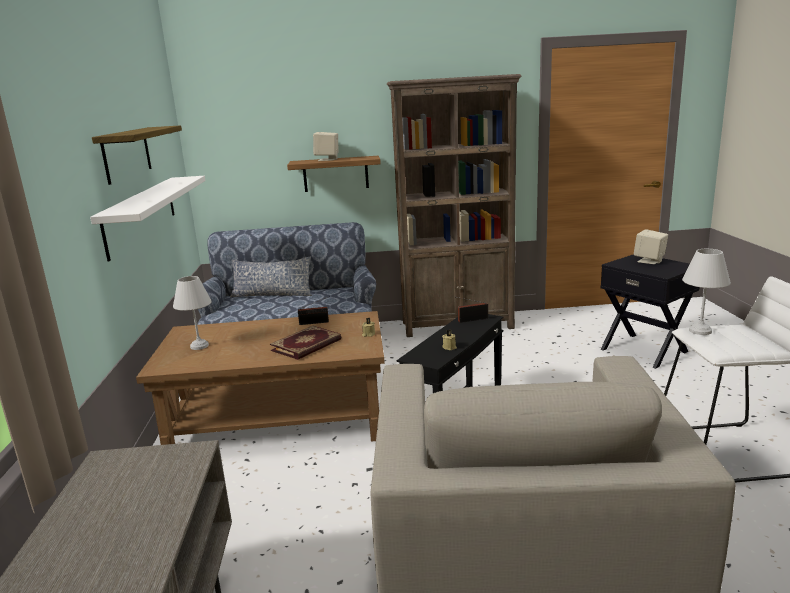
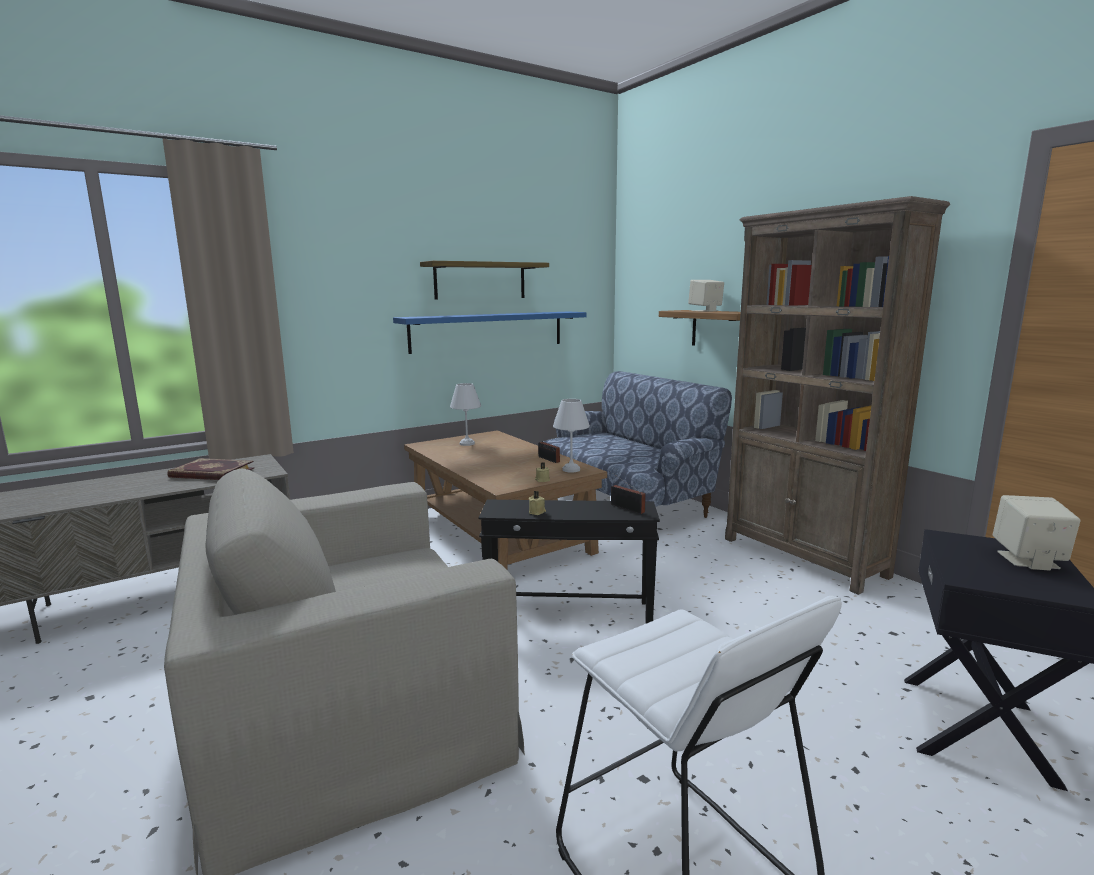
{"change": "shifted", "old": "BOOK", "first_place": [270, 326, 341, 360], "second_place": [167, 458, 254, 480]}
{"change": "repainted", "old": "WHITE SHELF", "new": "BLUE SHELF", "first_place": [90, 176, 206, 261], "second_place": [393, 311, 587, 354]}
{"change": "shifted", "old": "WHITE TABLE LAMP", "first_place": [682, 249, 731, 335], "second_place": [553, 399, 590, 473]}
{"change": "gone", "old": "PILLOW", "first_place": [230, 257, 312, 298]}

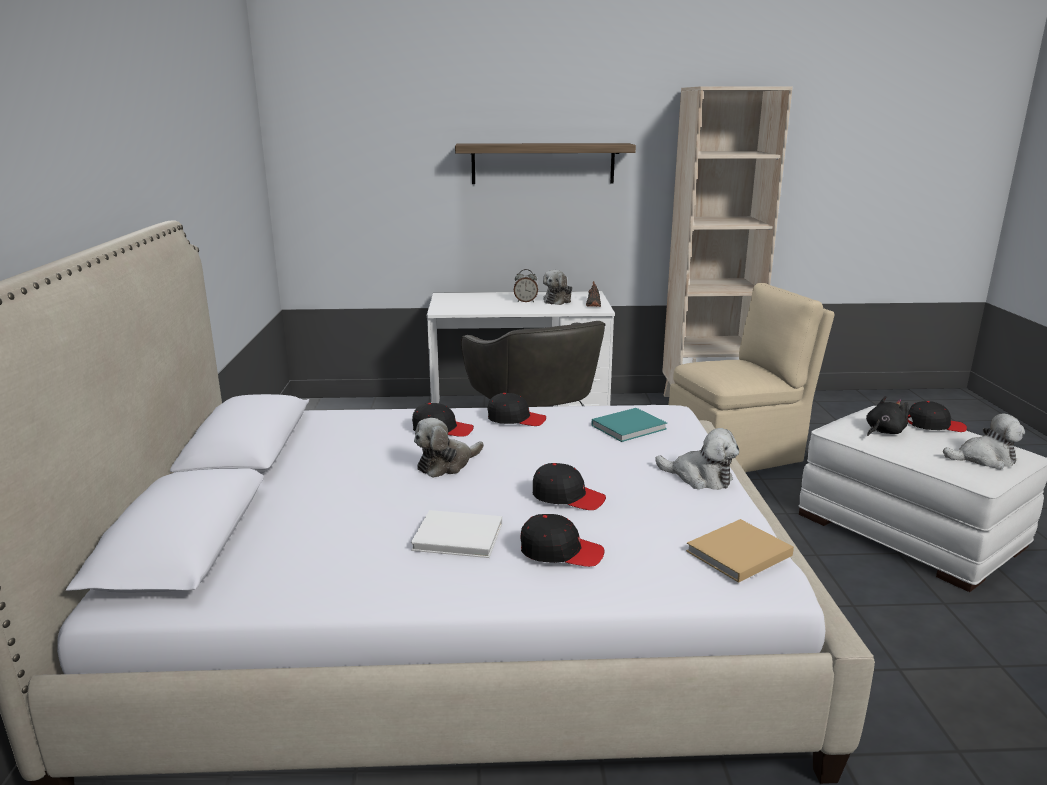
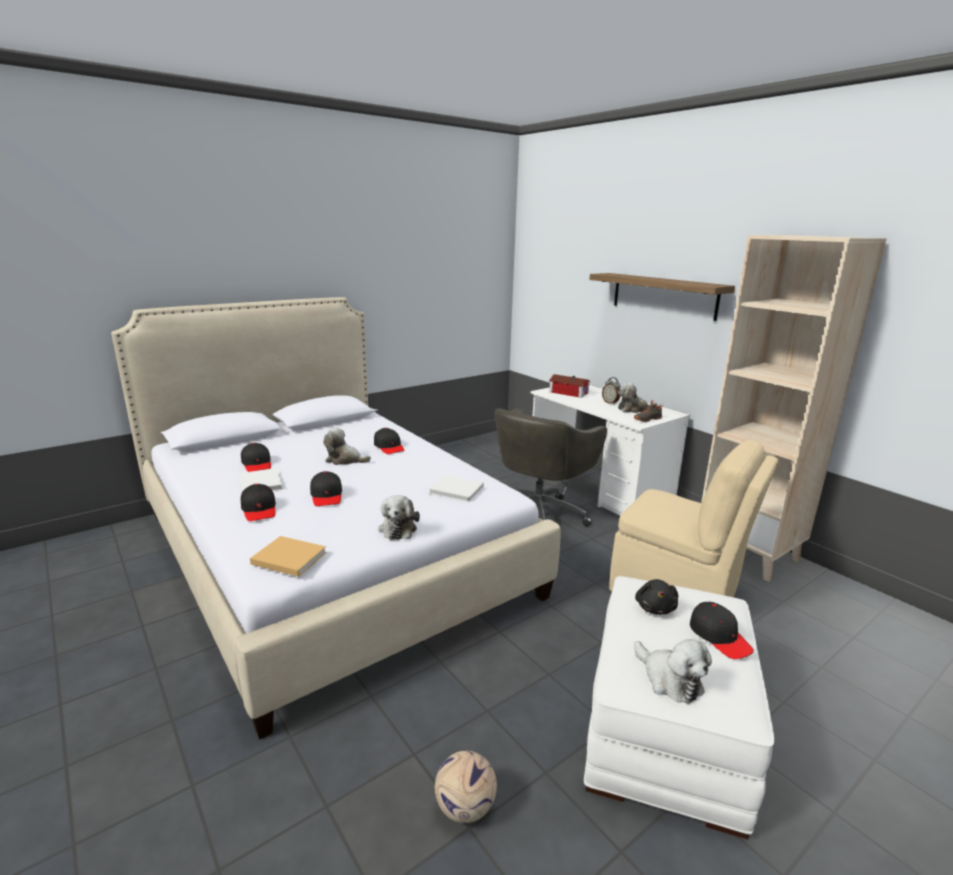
{"change": "shifted", "old": "BLACK CAP", "first_place": [488, 393, 546, 426], "second_place": [241, 443, 271, 472]}
{"change": "repainted", "old": "TURQUOISE BOOK", "new": "WHITE BOOK", "first_place": [591, 408, 667, 442], "second_place": [429, 475, 484, 502]}
{"change": "new", "new": "FOOTBALL", "second_place": [435, 751, 497, 823]}
{"change": "new", "new": "TOY HOUSE", "second_place": [549, 374, 591, 398]}
{"change": "rotated", "old": "BLACK PLUSH TOY", "first_place": [866, 396, 909, 436], "second_place": [635, 579, 678, 615], "degrees": 75}

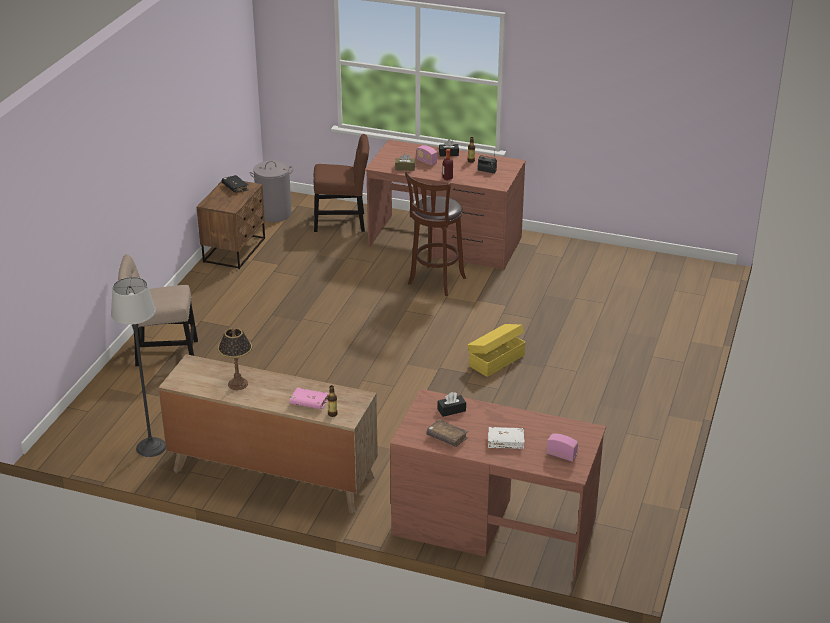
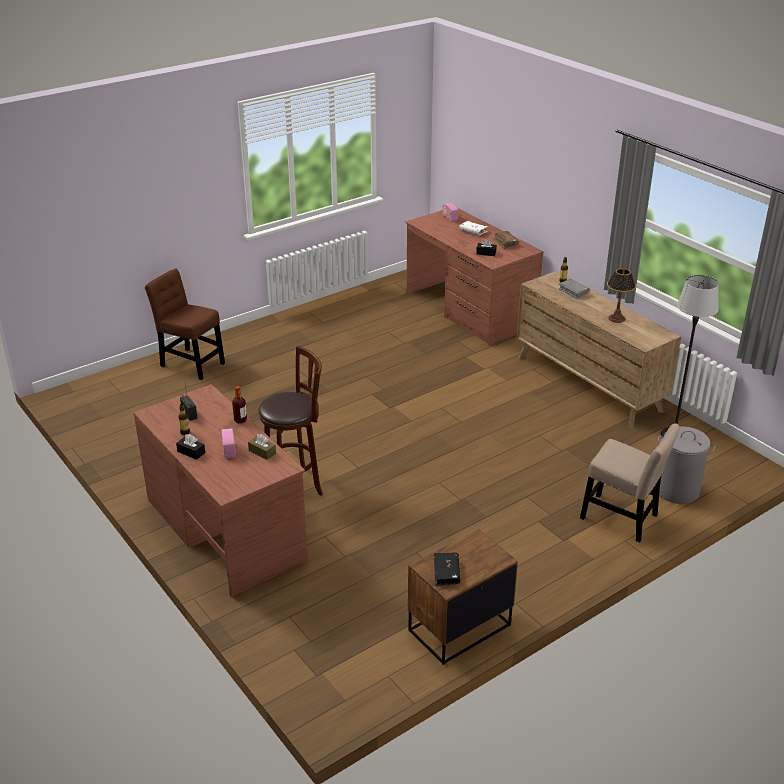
{"change": "shifted", "old": "BROWN CHAIR", "first_place": [313, 134, 369, 232], "second_place": [145, 268, 225, 380]}
{"change": "repainted", "old": "PINK BOOK", "new": "GREY BOOK", "first_place": [290, 387, 329, 409], "second_place": [558, 279, 590, 299]}
{"change": "shifted", "old": "GREY LAUNDRY BASKET", "first_place": [250, 160, 293, 222], "second_place": [658, 426, 715, 504]}
{"change": "gone", "old": "YELLOW STORAGE BOX", "first_place": [467, 324, 525, 377]}

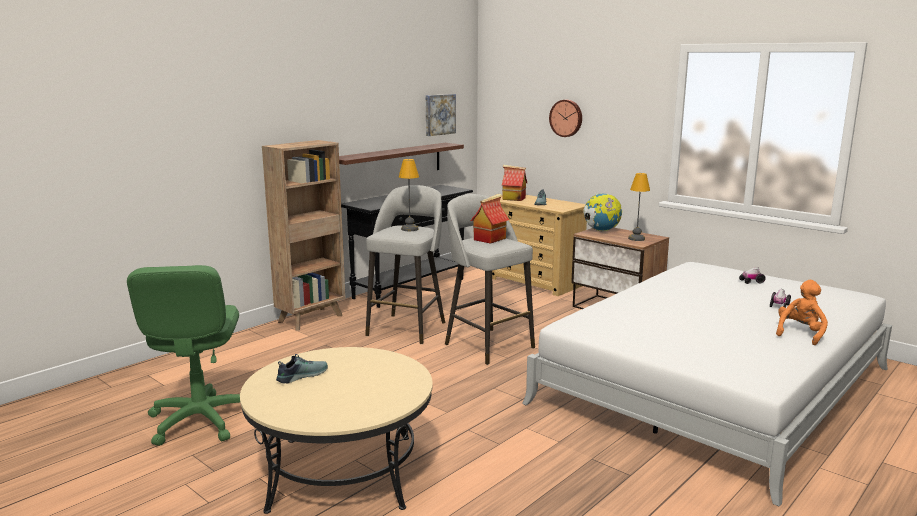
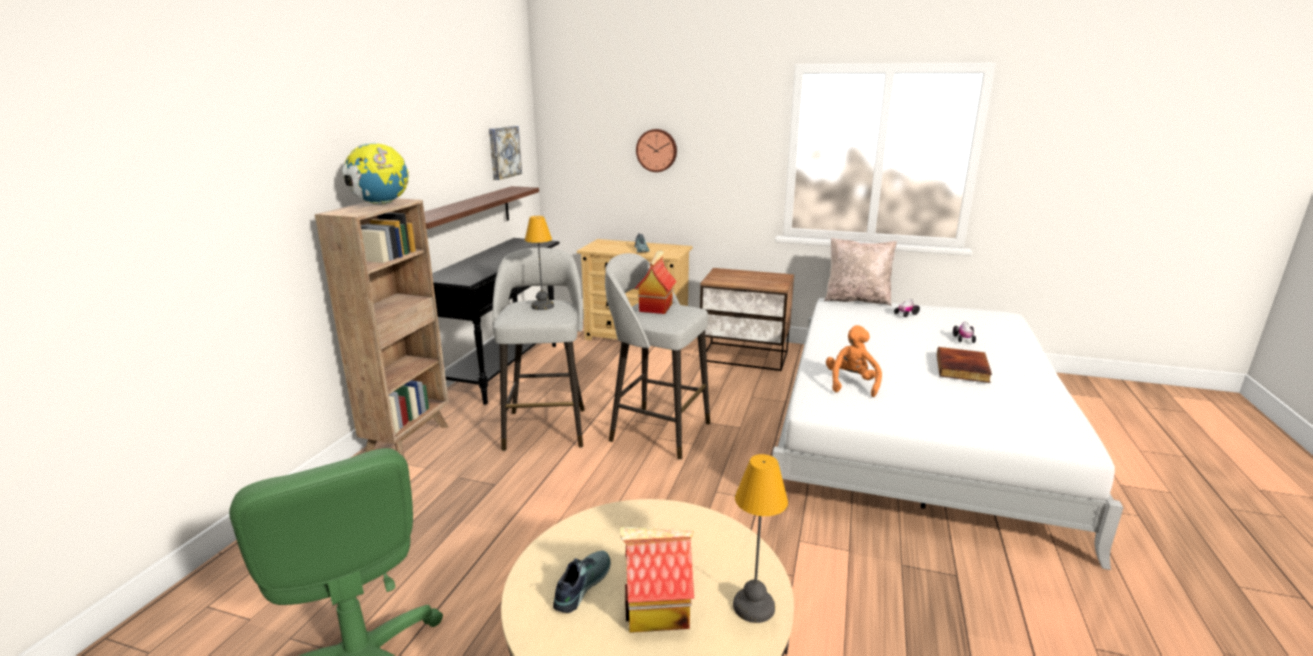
{"change": "shifted", "old": "GLOBE", "first_place": [583, 194, 622, 232], "second_place": [342, 143, 409, 205]}
{"change": "shifted", "old": "TOY HOUSE", "first_place": [502, 165, 527, 201], "second_place": [619, 527, 694, 633]}
{"change": "shifted", "old": "TABLE LAMP", "first_place": [628, 173, 650, 241], "second_place": [733, 454, 788, 623]}
{"change": "new", "new": "BEIGE PILLOW", "second_place": [824, 238, 897, 306]}
{"change": "shifted", "old": "ORANGE PLUSH TOY", "first_place": [776, 280, 828, 345], "second_place": [826, 325, 882, 397]}
{"change": "new", "new": "BOOK", "second_place": [937, 347, 992, 383]}

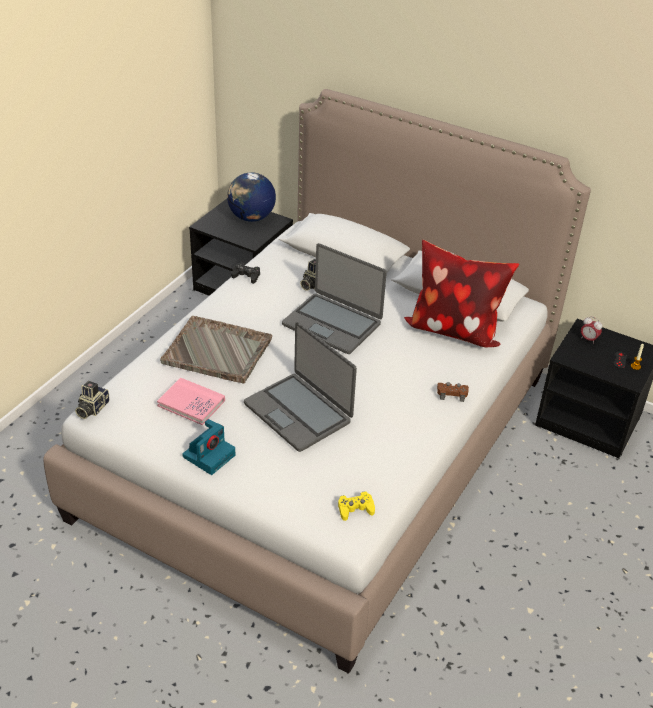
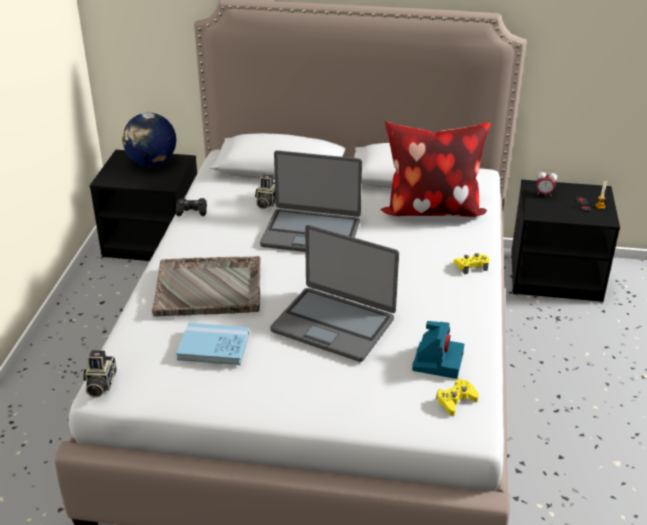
{"change": "repainted", "old": "PINK BOOK", "new": "BLUE BOOK", "first_place": [157, 378, 225, 425], "second_place": [176, 323, 249, 365]}
{"change": "shifted", "old": "PHOTO CAMERA", "first_place": [182, 419, 235, 475], "second_place": [412, 321, 465, 379]}
{"change": "repainted", "old": "BROWN GAME CONTROLLER", "new": "YELLOW GAME CONTROLLER", "first_place": [437, 382, 469, 402], "second_place": [453, 253, 489, 274]}

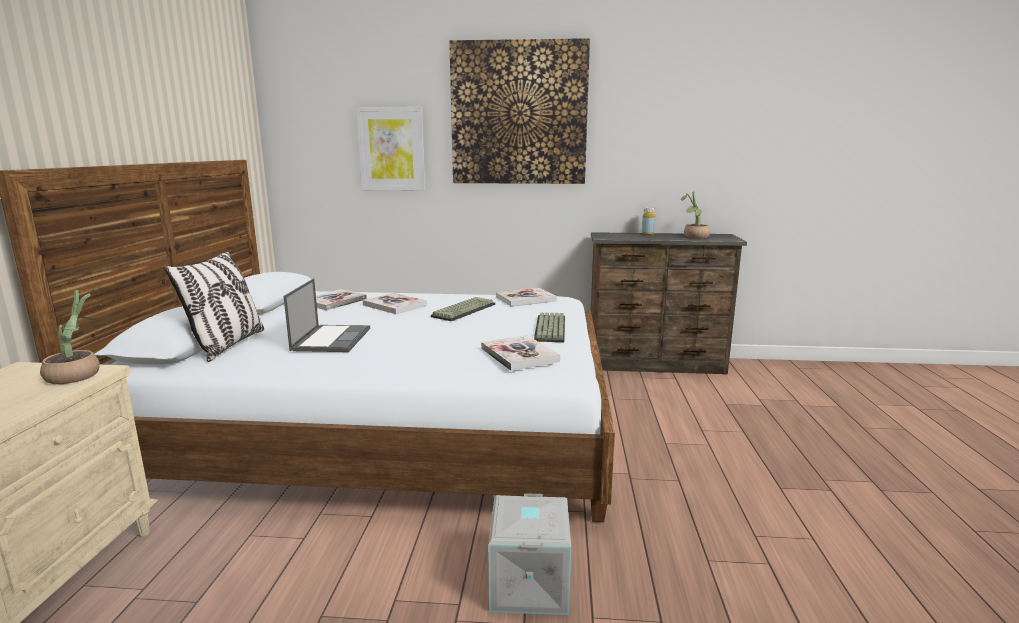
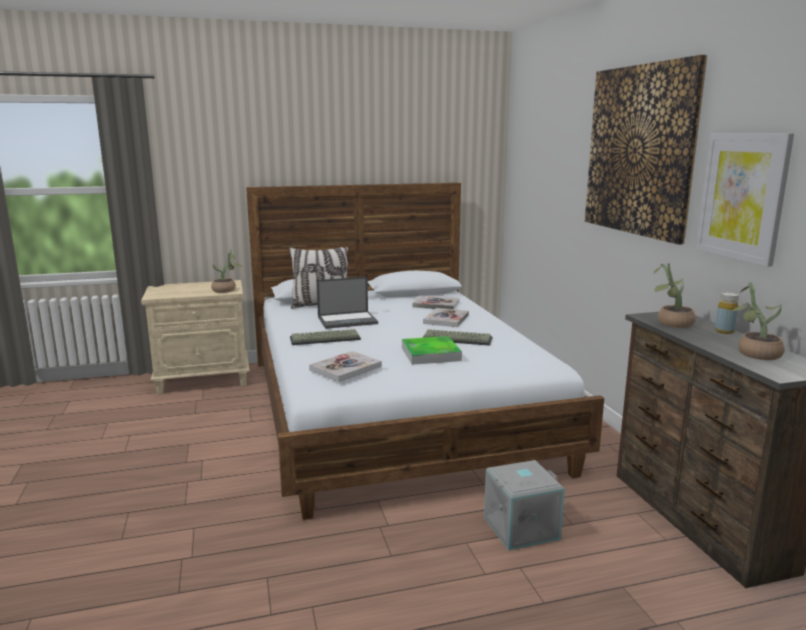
{"change": "shifted", "old": "KEYBOARD", "first_place": [534, 312, 565, 342], "second_place": [290, 329, 361, 345]}
{"change": "new", "new": "TRAY", "second_place": [402, 336, 462, 365]}
{"change": "shifted", "old": "GREY STORAGE BOX", "first_place": [488, 493, 571, 615], "second_place": [484, 460, 565, 550]}
{"change": "new", "new": "POTTED PLANT", "second_place": [654, 263, 696, 328]}
{"change": "shifted", "old": "PICTURE", "first_place": [356, 107, 426, 191], "second_place": [696, 133, 794, 267]}
{"change": "gone", "old": "BOOK", "first_place": [496, 288, 557, 306]}

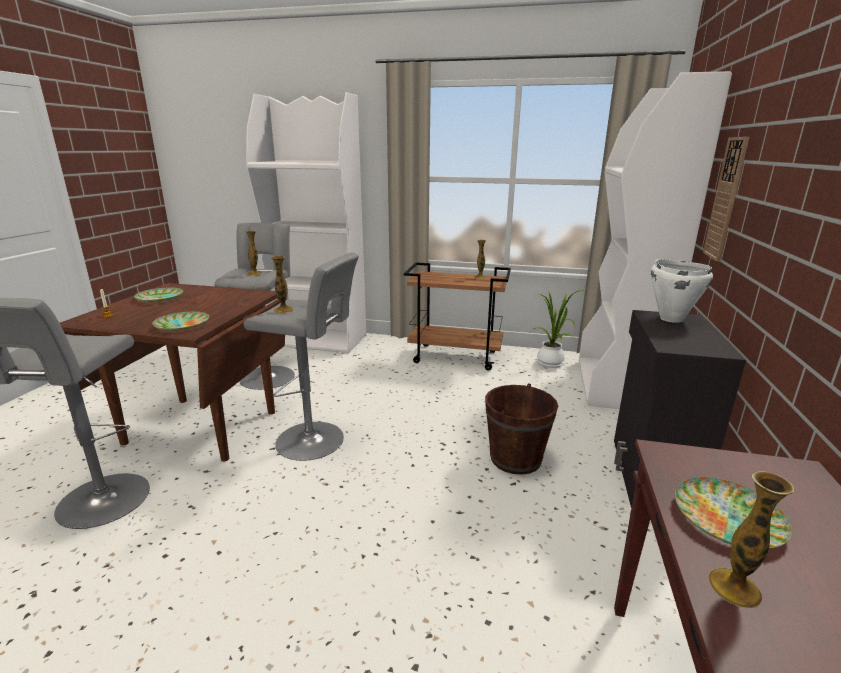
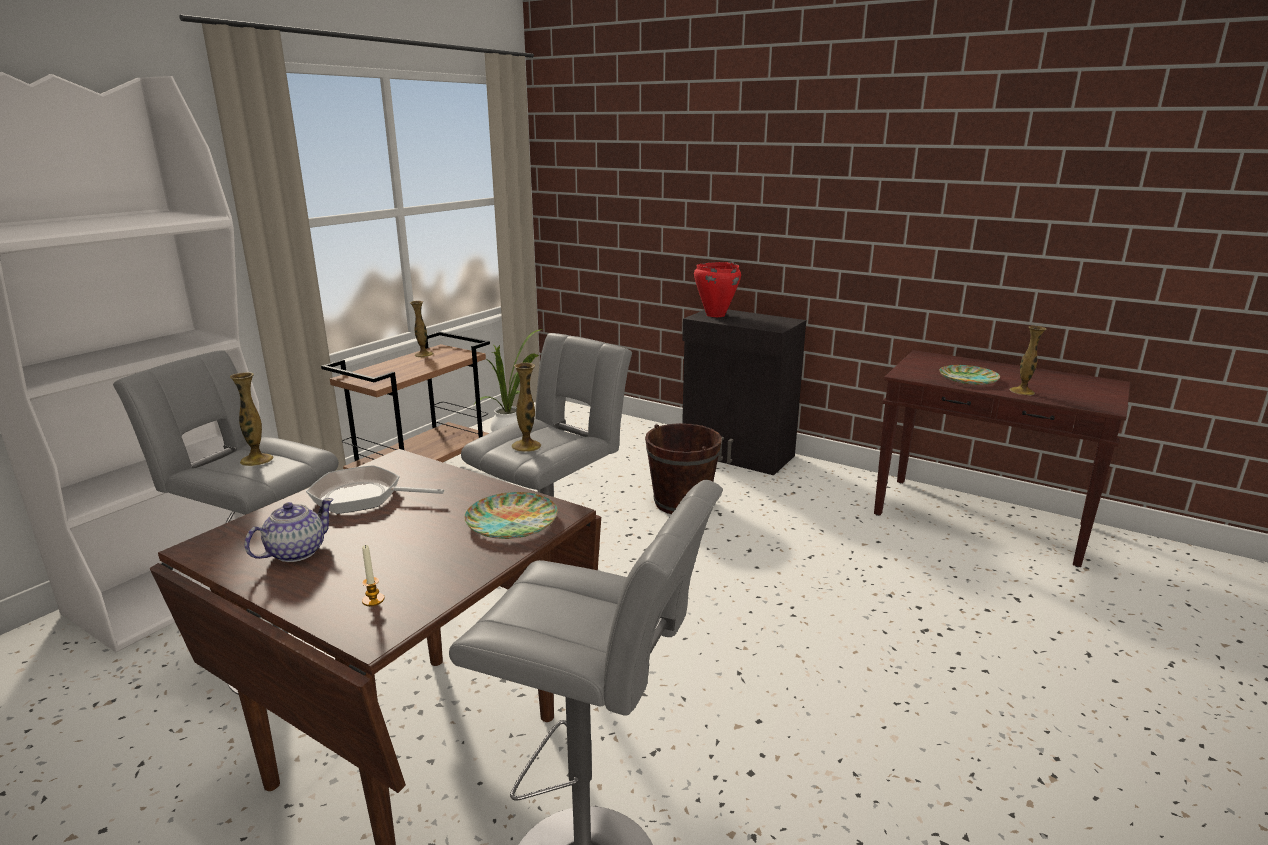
{"change": "swapped", "old": "PLATE", "new": "TEAPOT", "first_place": [134, 287, 183, 302], "second_place": [244, 498, 334, 562]}
{"change": "new", "new": "FRYING PAN", "second_place": [306, 465, 444, 514]}
{"change": "repainted", "old": "WHITE COOKING POT", "new": "RED COOKING POT", "first_place": [651, 259, 713, 323], "second_place": [694, 262, 741, 317]}
{"change": "gone", "old": "WHITE BOOKCASE", "first_place": [579, 71, 732, 409]}
{"change": "gone", "old": "WALL CLOCK", "first_place": [703, 137, 749, 262]}

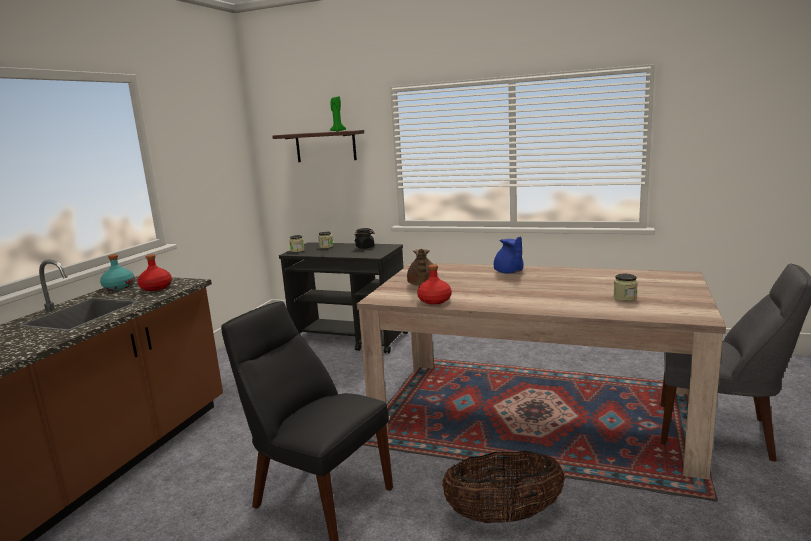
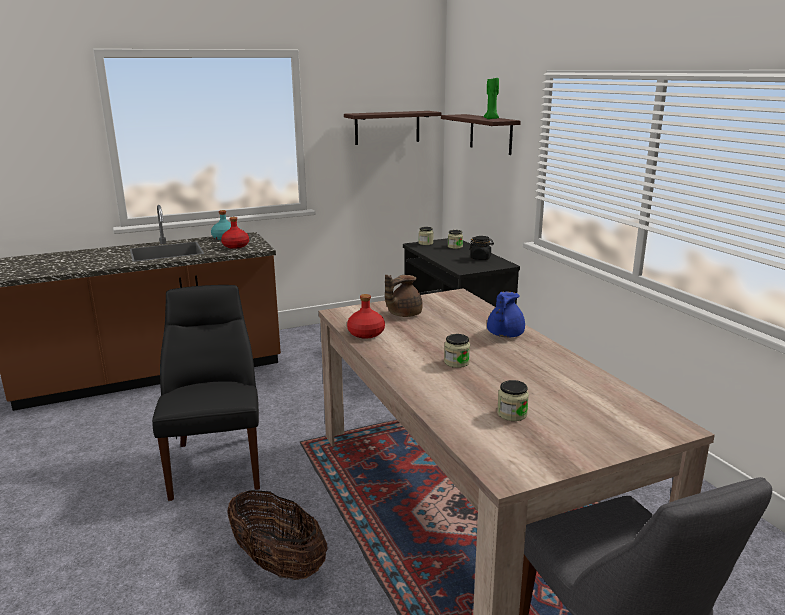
{"change": "new", "new": "SHELF", "second_place": [344, 111, 442, 145]}
{"change": "new", "new": "JAR", "second_place": [444, 334, 470, 368]}

